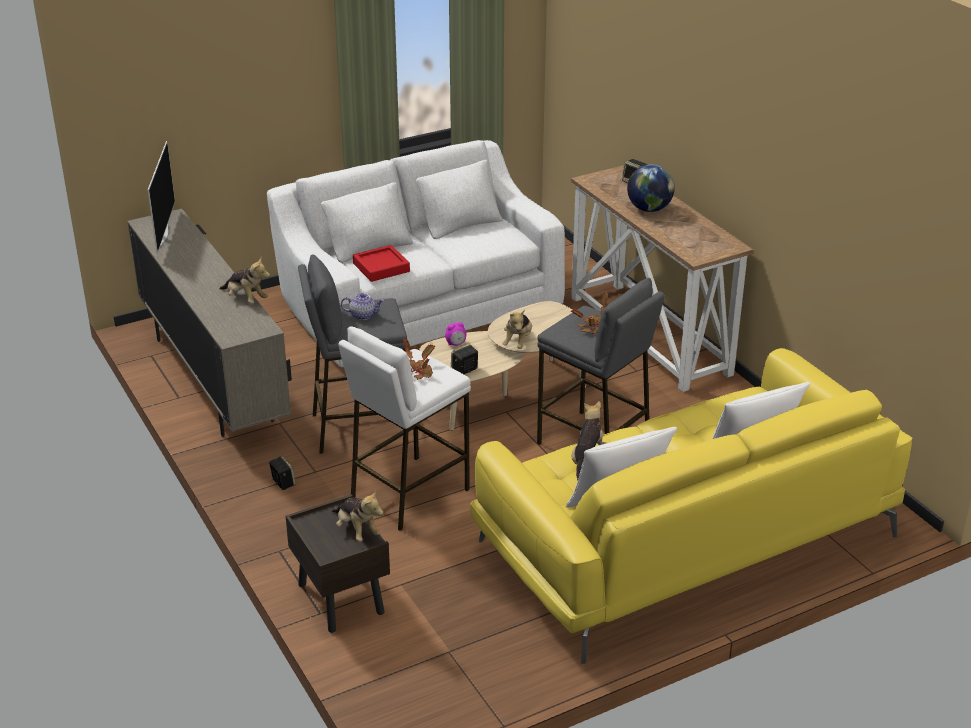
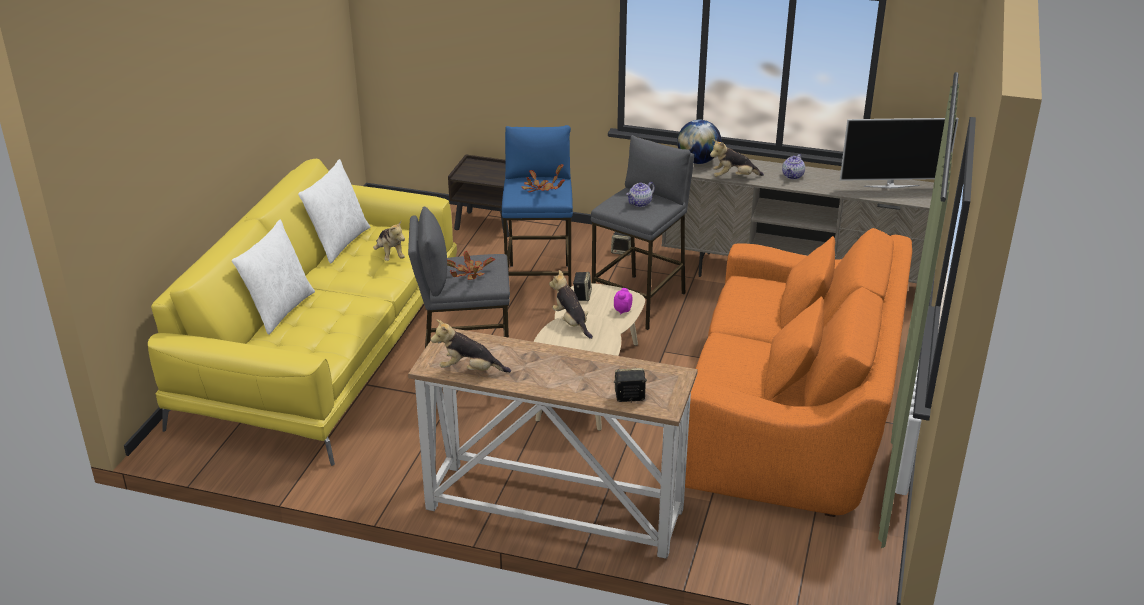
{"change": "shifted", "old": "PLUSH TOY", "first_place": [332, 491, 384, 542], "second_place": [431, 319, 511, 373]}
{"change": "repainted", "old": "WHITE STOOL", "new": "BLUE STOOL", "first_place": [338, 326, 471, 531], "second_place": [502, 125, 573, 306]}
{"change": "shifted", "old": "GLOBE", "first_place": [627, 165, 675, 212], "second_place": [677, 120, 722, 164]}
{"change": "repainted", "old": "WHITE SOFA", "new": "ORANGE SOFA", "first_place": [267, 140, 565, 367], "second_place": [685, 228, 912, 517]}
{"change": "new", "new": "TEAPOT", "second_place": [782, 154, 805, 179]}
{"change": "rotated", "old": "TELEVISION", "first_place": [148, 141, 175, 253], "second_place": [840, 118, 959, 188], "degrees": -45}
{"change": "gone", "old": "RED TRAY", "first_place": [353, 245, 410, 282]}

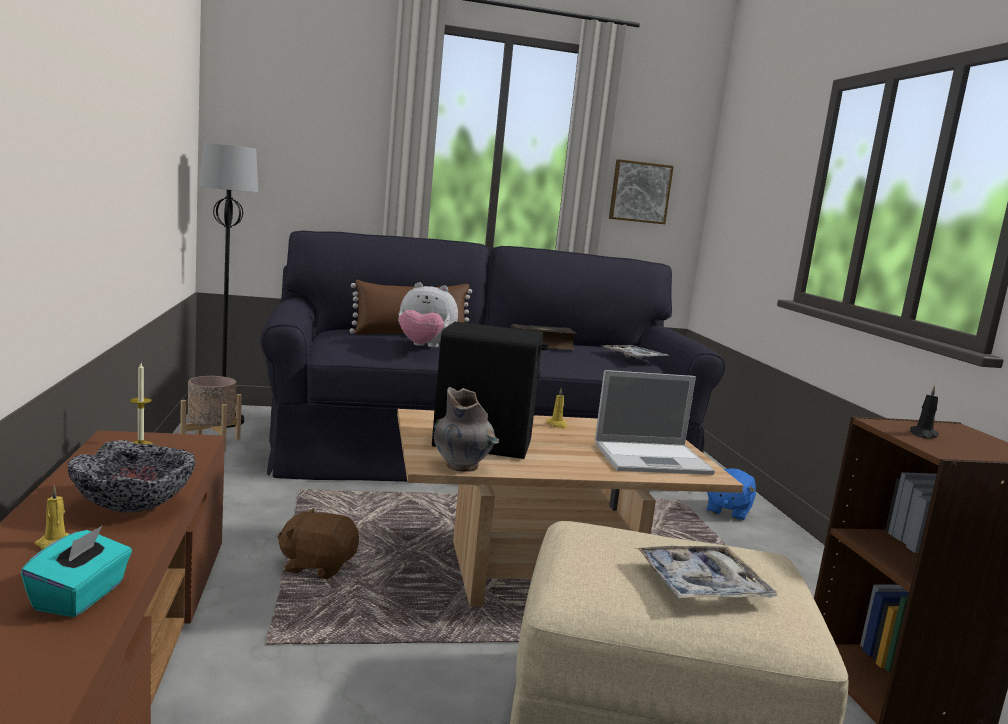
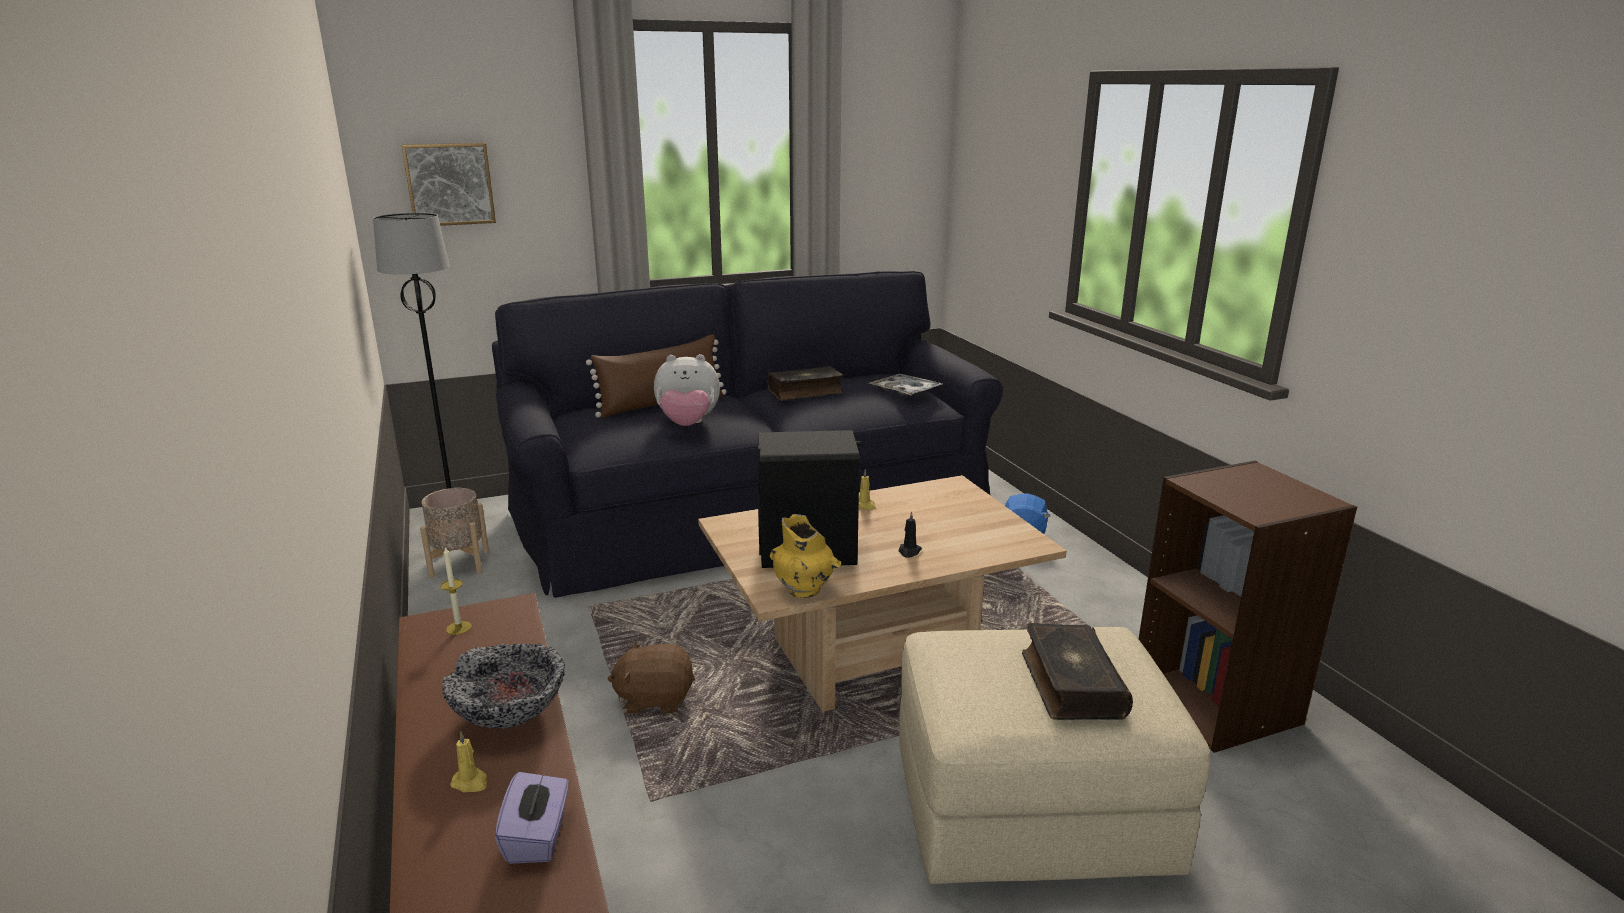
{"change": "shifted", "old": "PICTURE", "first_place": [609, 159, 674, 224], "second_place": [402, 143, 496, 226]}
{"change": "repainted", "old": "TURQUOISE TISSUE BOX", "new": "PURPLE TISSUE BOX", "first_place": [21, 525, 132, 617], "second_place": [495, 772, 569, 864]}
{"change": "repainted", "old": "GREY VASE", "new": "YELLOW VASE", "first_place": [434, 387, 499, 472], "second_place": [770, 514, 841, 598]}
{"change": "shifted", "old": "BLACK CANDLE", "first_place": [910, 385, 939, 439], "second_place": [899, 511, 922, 558]}
{"change": "swapped", "old": "TRAY", "new": "BOOK", "first_place": [636, 546, 779, 599], "second_place": [1022, 623, 1133, 720]}
{"change": "gone", "old": "LAPTOP", "first_place": [595, 370, 715, 475]}

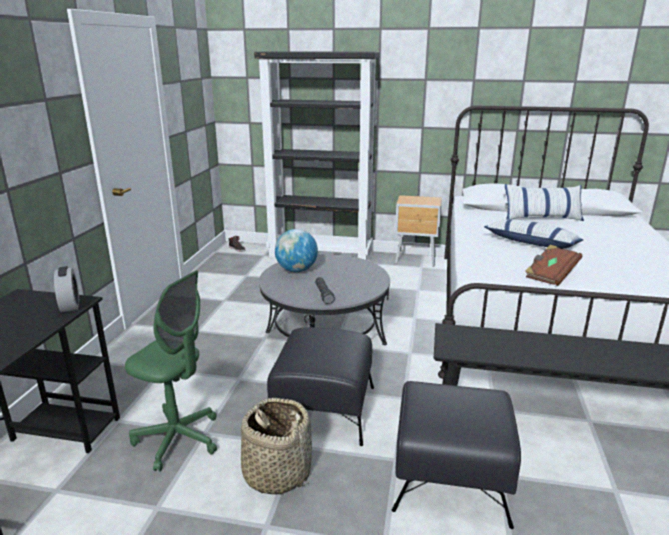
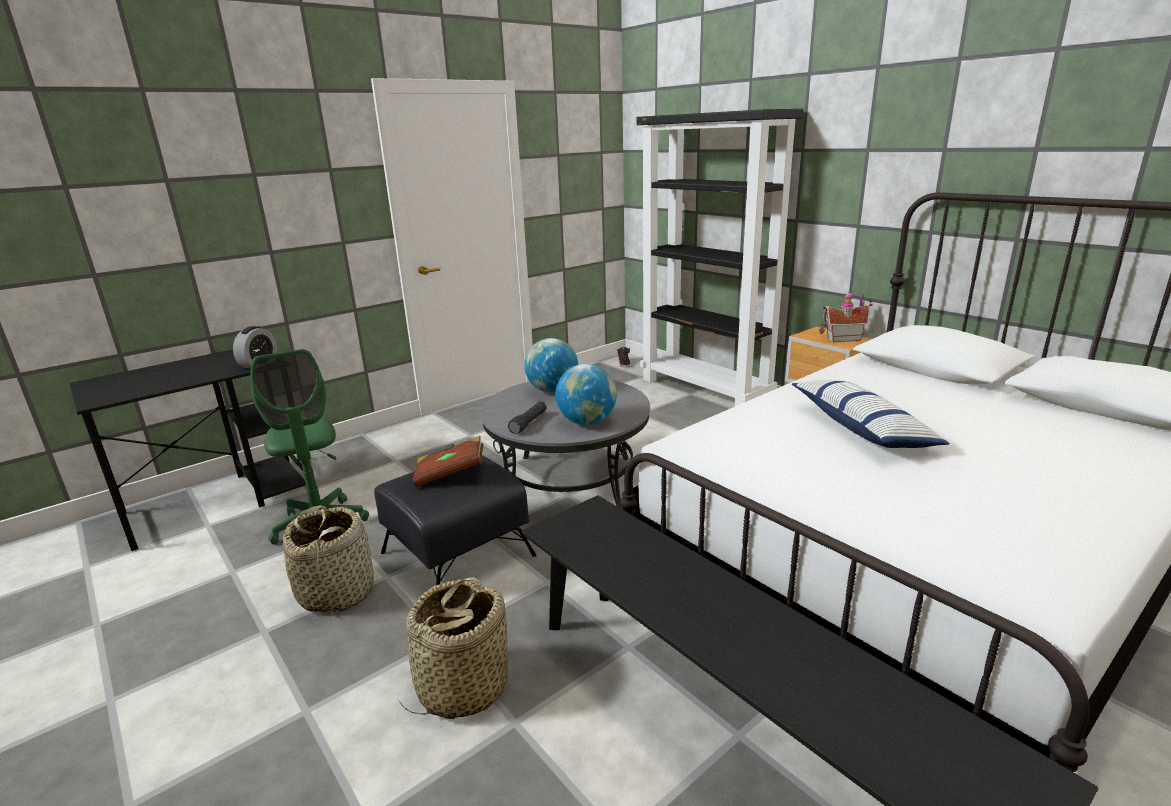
{"change": "swapped", "old": "BLACK OTTOMAN", "new": "BASKET", "first_place": [392, 381, 521, 529], "second_place": [399, 577, 508, 719]}
{"change": "shifted", "old": "BROWN BOOK", "first_place": [525, 245, 582, 286], "second_place": [412, 436, 483, 487]}
{"change": "new", "new": "GLOBE", "second_place": [556, 364, 617, 425]}
{"change": "new", "new": "TOY HOUSE", "second_place": [819, 290, 873, 342]}
{"change": "gone", "old": "PILLOW", "first_place": [505, 184, 584, 221]}

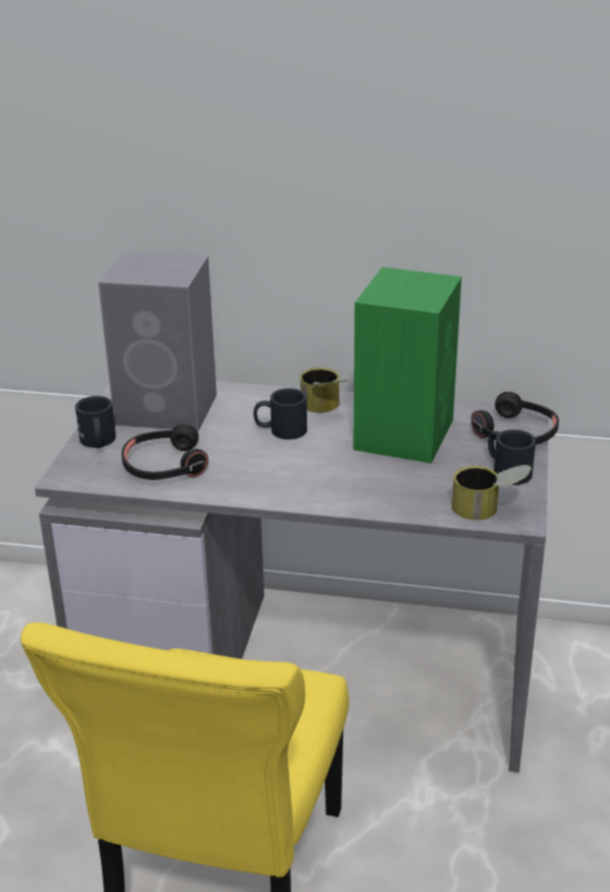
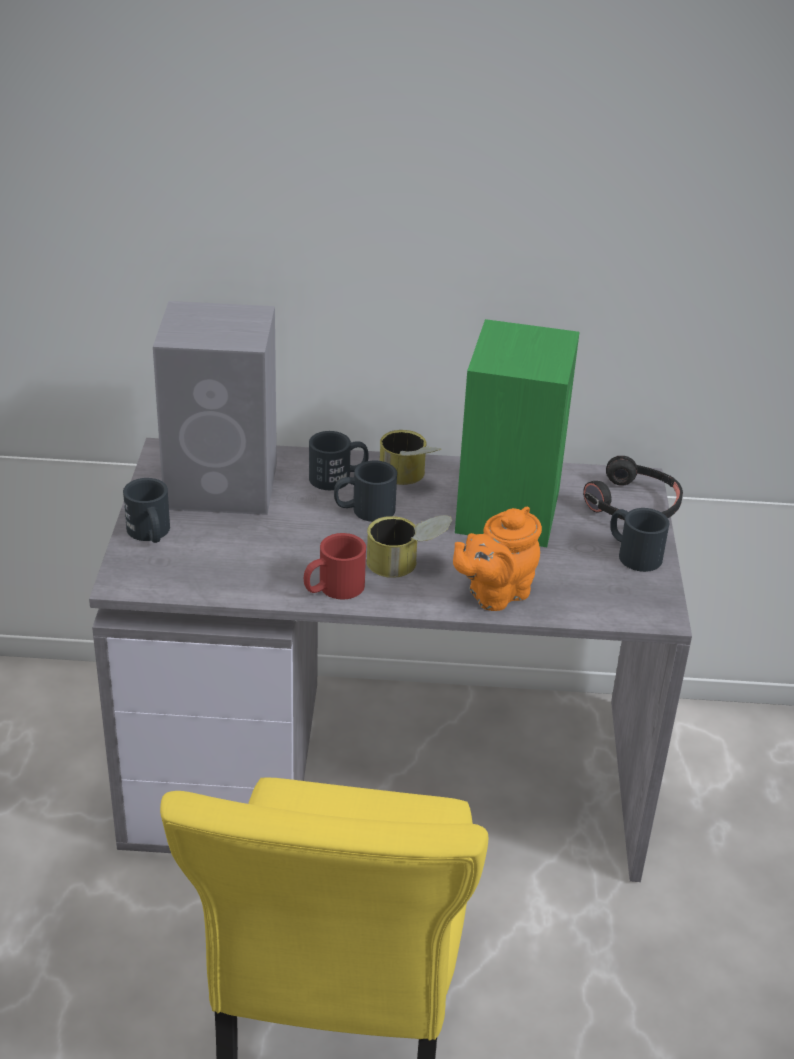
{"change": "new", "new": "RED MUG", "second_place": [304, 533, 366, 599]}
{"change": "new", "new": "BLACK MUG", "second_place": [309, 431, 369, 490]}
{"change": "shifted", "old": "CAN", "first_place": [452, 465, 532, 520], "second_place": [366, 515, 452, 578]}
{"change": "new", "new": "ORANGE TEAPOT", "second_place": [453, 507, 542, 611]}
{"change": "gone", "old": "BLACK HEADPHONES", "first_place": [121, 423, 209, 480]}

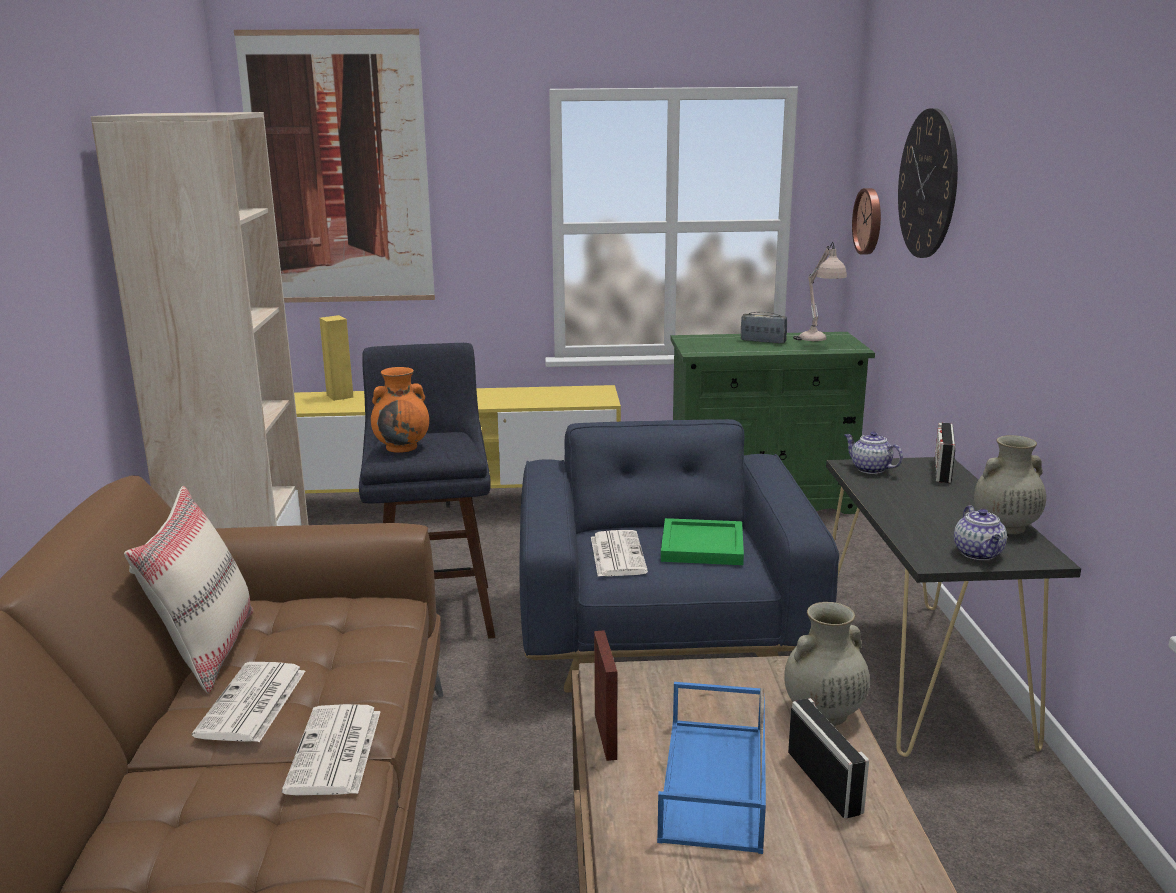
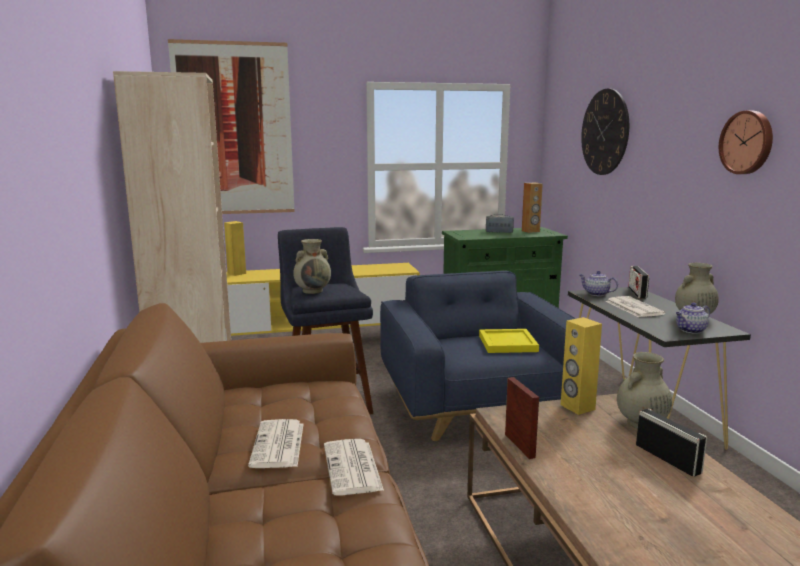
{"change": "repainted", "old": "ORANGE VASE", "new": "BEIGE VASE", "first_place": [371, 367, 429, 453], "second_place": [293, 239, 331, 294]}
{"change": "repainted", "old": "GREEN TRAY", "new": "YELLOW TRAY", "first_place": [661, 518, 744, 565], "second_place": [479, 329, 539, 353]}
{"change": "swapped", "old": "BEIGE TABLE LAMP", "new": "BROWN SPEAKER", "first_place": [793, 242, 847, 341], "second_place": [522, 182, 543, 233]}
{"change": "new", "new": "YELLOW SPEAKER", "second_place": [561, 317, 602, 415]}
{"change": "shifted", "old": "NEWSPAPER", "first_place": [591, 530, 648, 576], "second_place": [605, 296, 666, 317]}
{"change": "rotated", "old": "TEAPOT", "first_place": [954, 505, 1007, 560], "second_place": [676, 303, 710, 334], "degrees": 75}
{"change": "shifted", "old": "WALL CLOCK", "first_place": [852, 188, 881, 255], "second_place": [719, 111, 773, 174]}
{"change": "gone", "old": "BEIGE PILLOW", "first_place": [124, 486, 254, 694]}
{"change": "gone", "old": "BLUE TRAY", "first_place": [657, 682, 766, 854]}

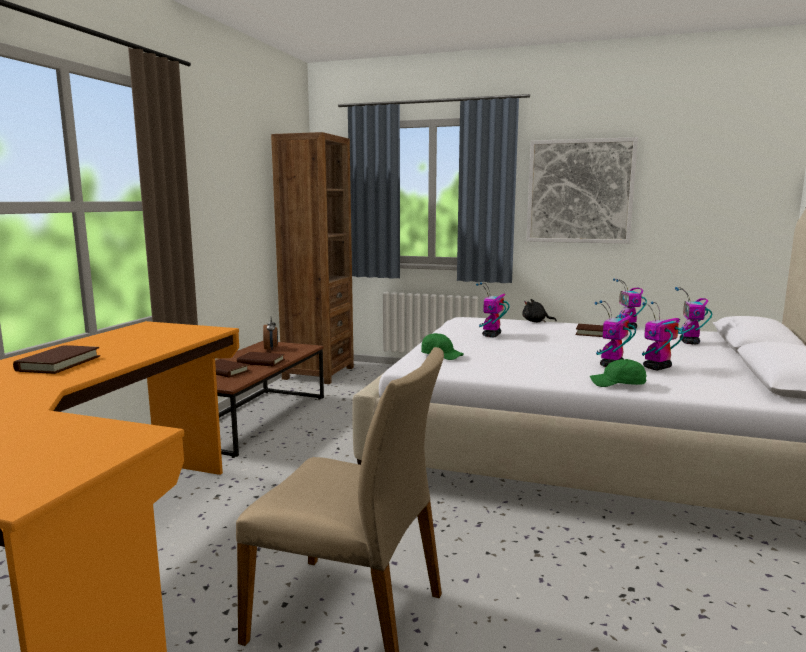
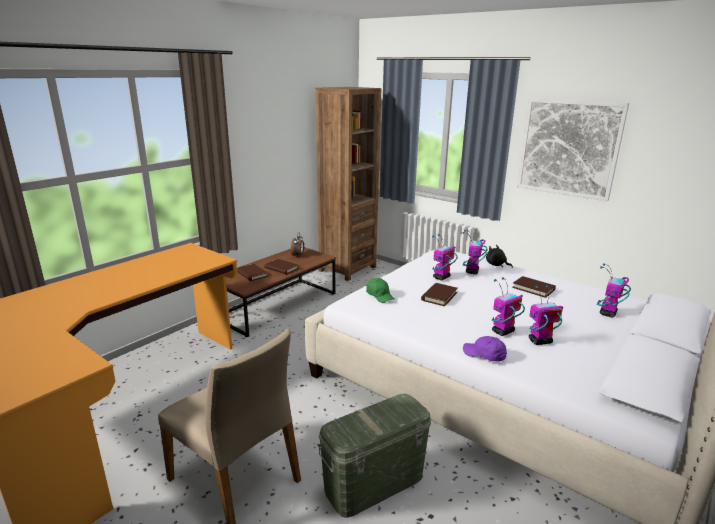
{"change": "new", "new": "GREEN STORAGE BOX", "second_place": [317, 393, 431, 518]}
{"change": "shifted", "old": "BROWN BOOK", "first_place": [13, 345, 100, 374], "second_place": [421, 283, 458, 306]}
{"change": "shifted", "old": "TOY ROBOT", "first_place": [613, 278, 647, 329], "second_place": [462, 230, 487, 274]}
{"change": "repainted", "old": "GREEN CAP", "new": "PURPLE CAP", "first_place": [590, 359, 647, 387], "second_place": [463, 336, 507, 362]}

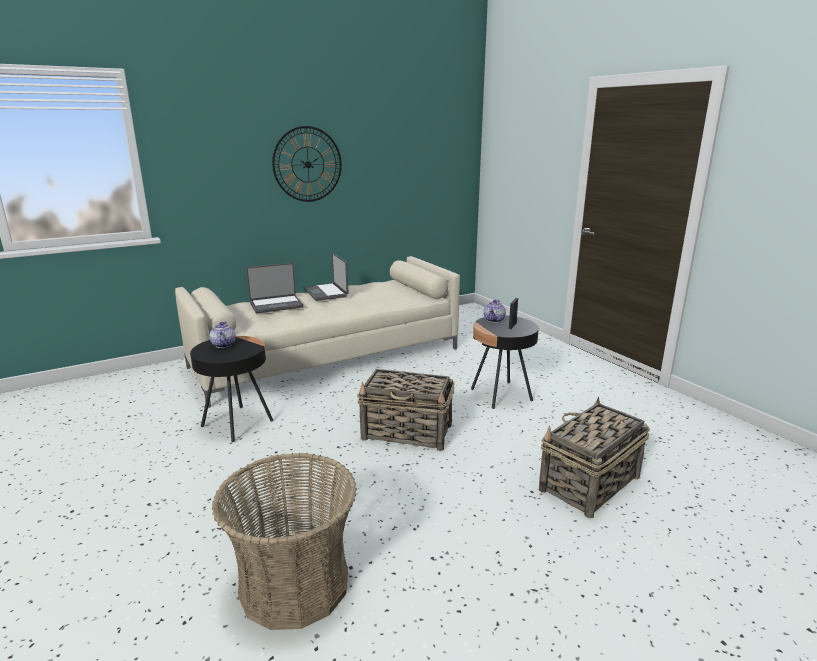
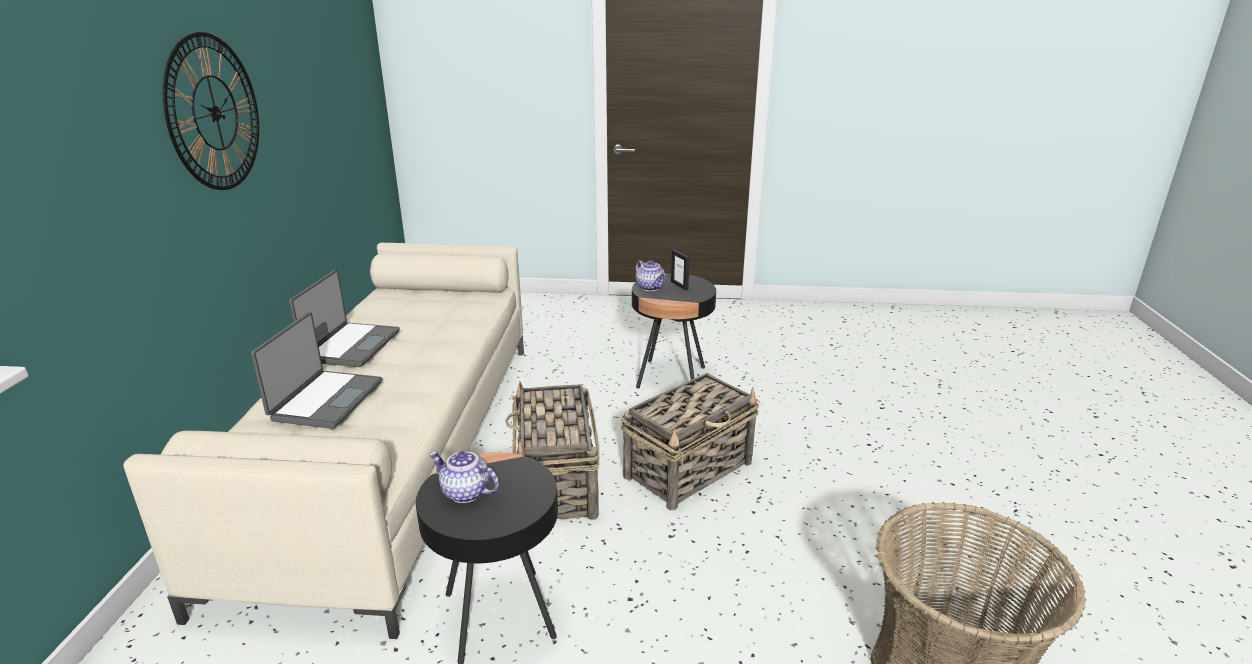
{"change": "rotated", "old": "LAPTOP", "first_place": [304, 253, 349, 301], "second_place": [289, 270, 400, 367], "degrees": -90}
{"change": "shifted", "old": "BASKET", "first_place": [539, 397, 650, 518], "second_place": [505, 382, 599, 520]}

